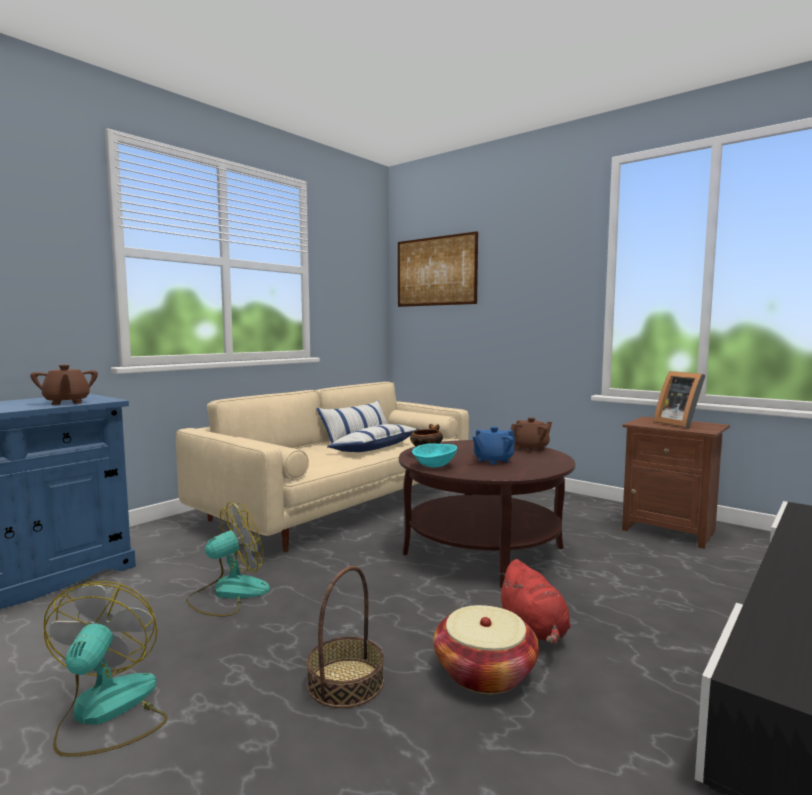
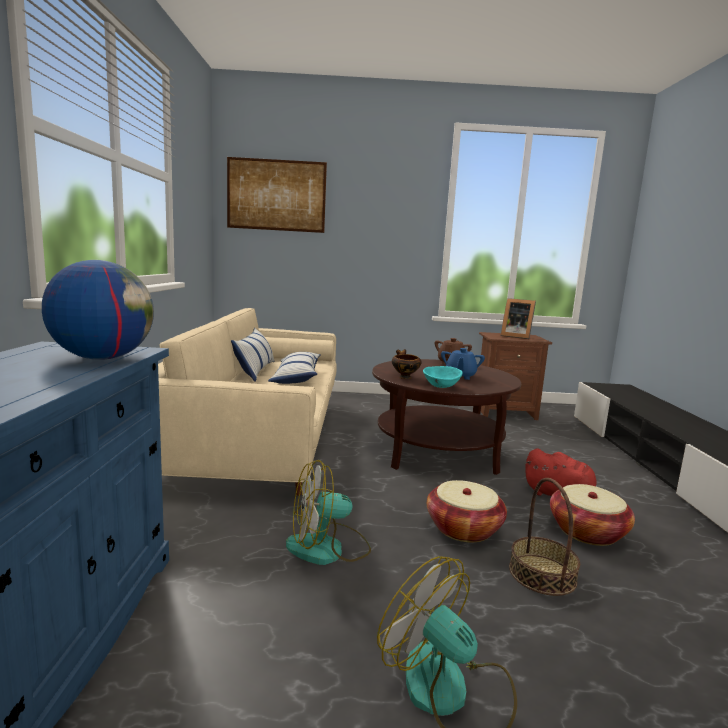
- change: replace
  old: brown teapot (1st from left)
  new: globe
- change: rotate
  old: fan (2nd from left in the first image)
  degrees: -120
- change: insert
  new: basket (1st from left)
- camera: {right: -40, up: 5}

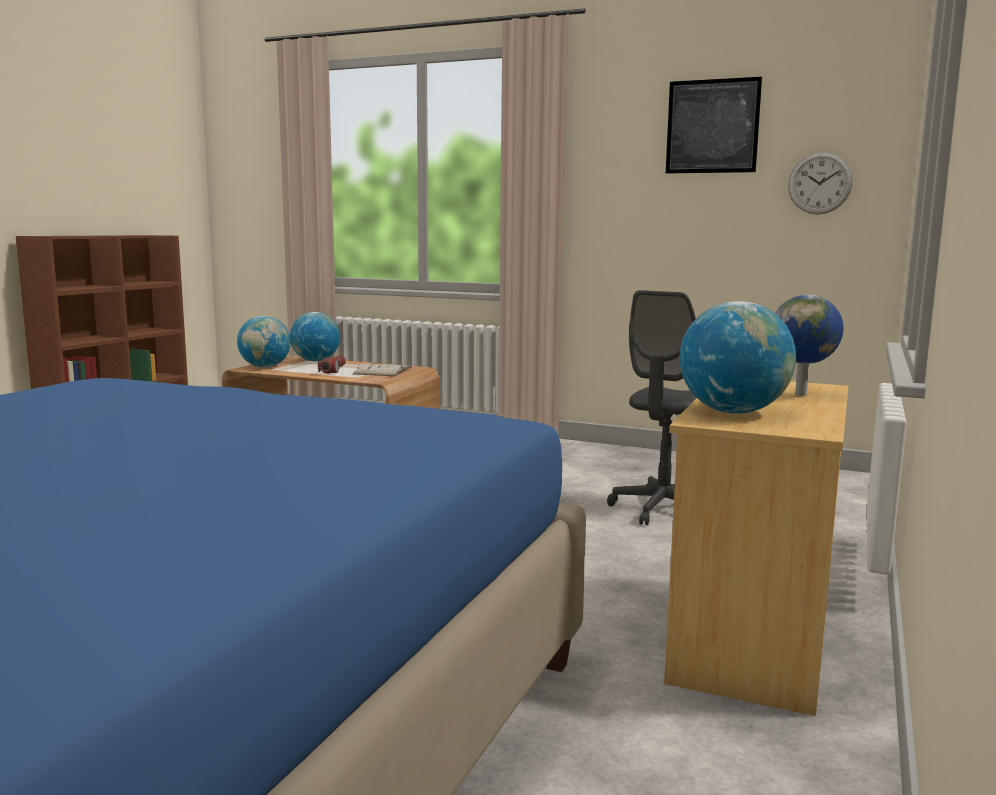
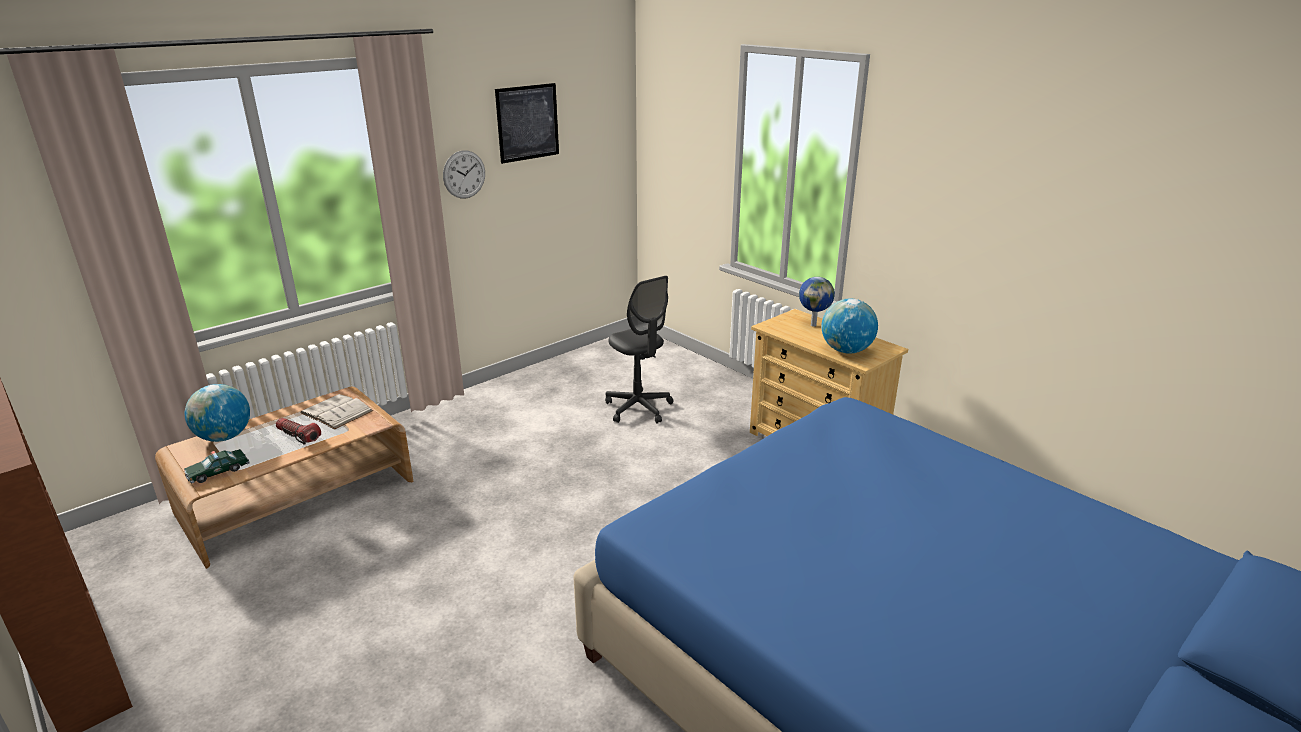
- change: replace
  old: globe (1st from left)
  new: toy car
- change: move
  old: wall clock
- camera: {right: -65, up: 15}

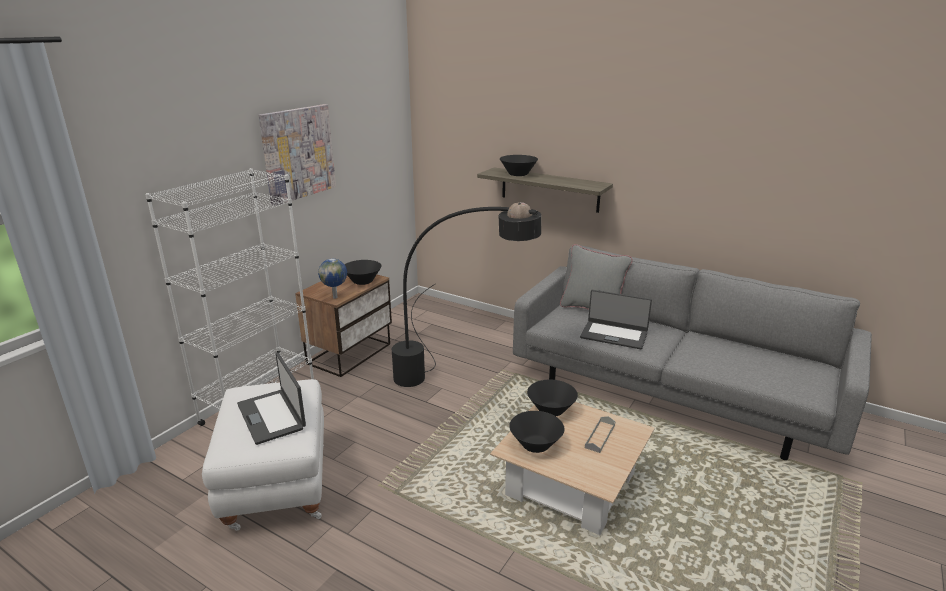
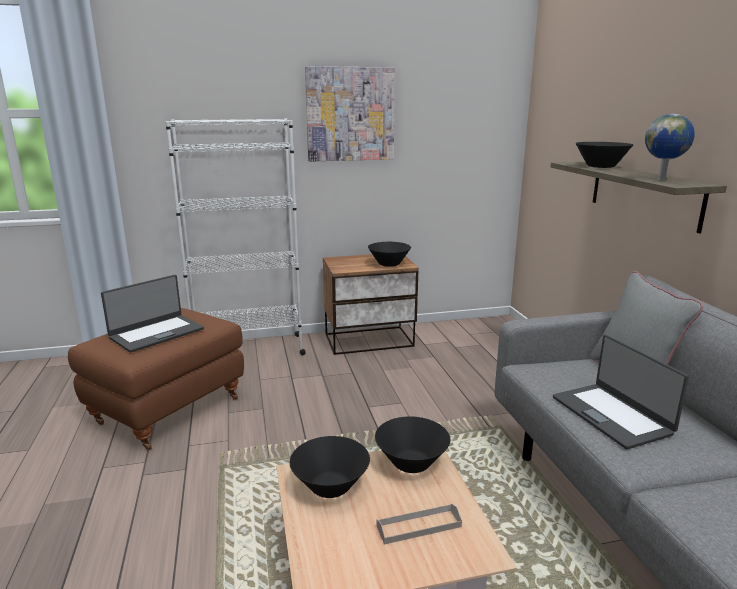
- change: recolor
  old: white ottoman
  new: brown ottoman
- change: rotate
  old: laptop (1st from left)
  degrees: -150
- change: move
  old: globe
- change: delete
  old: black floor lamp
- camera: {right: 45, up: -5}

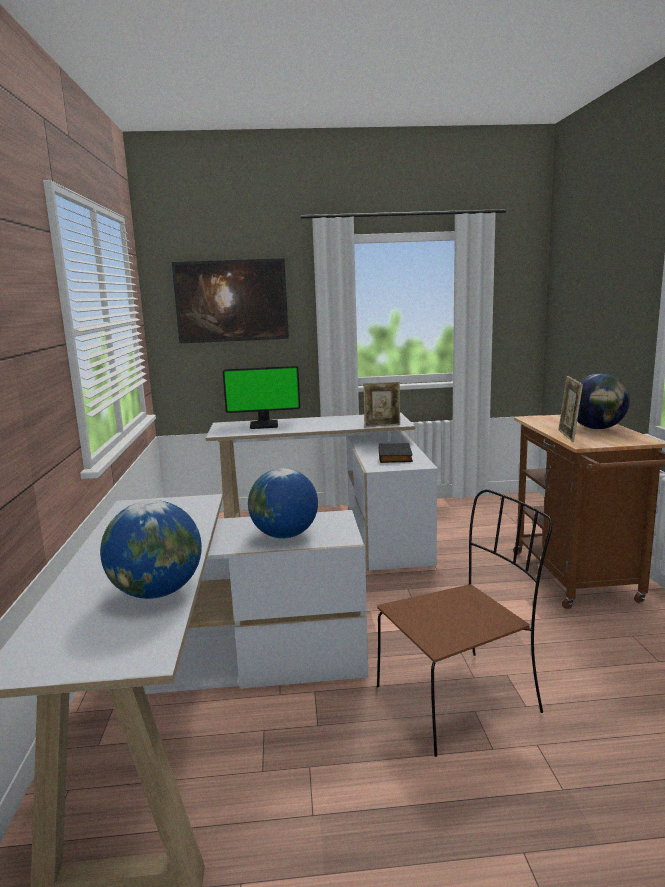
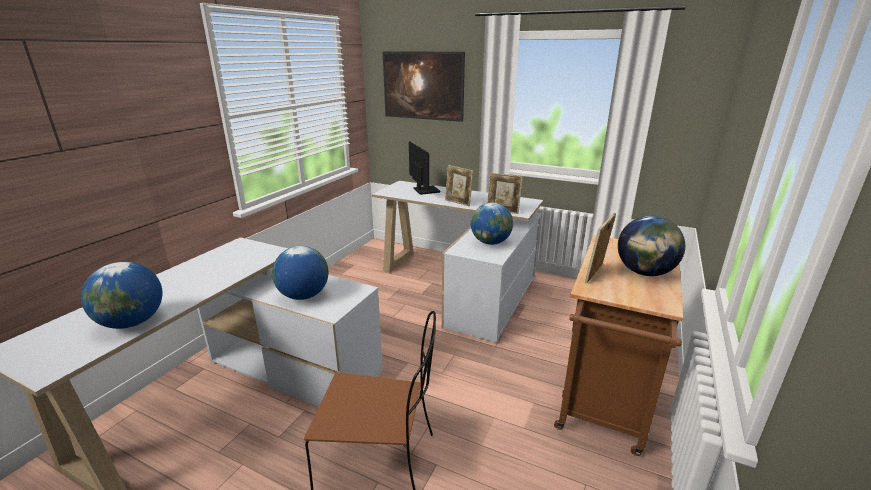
- change: rotate
  old: monitor
  degrees: -135
- change: insert
  new: picture frame (1st from left)
- change: replace
  old: black book
  new: globe (3rd from left)
- camera: {right: 30, up: 10}

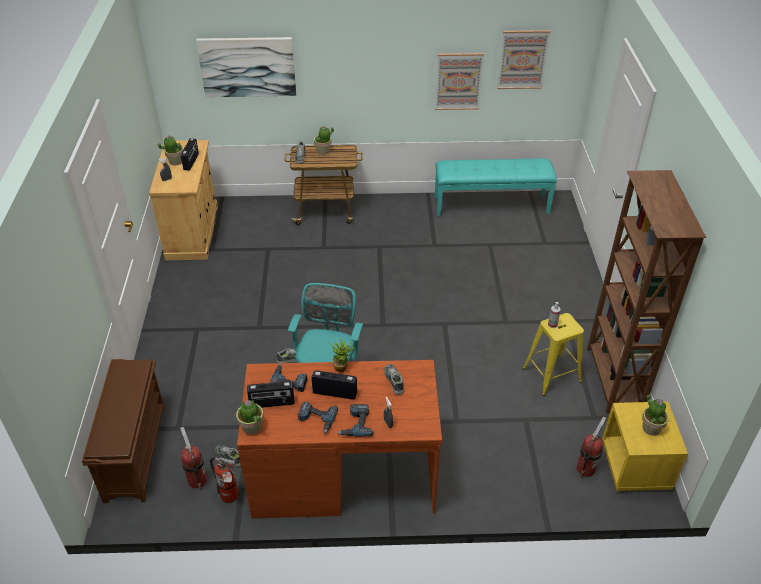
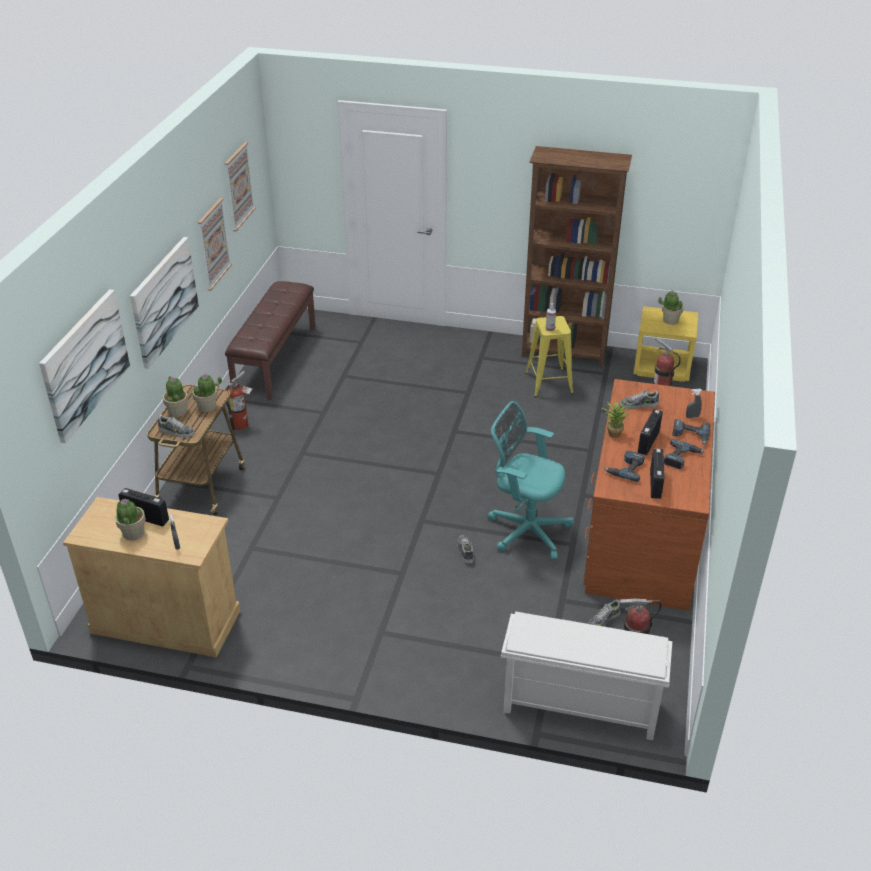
- change: insert
  new: picture (2nd from left)
- change: move
  old: potted plant (2nd from left in the first image)
  new: potted plant (3rd from left)
- change: recolor
  old: turquoise bench
  new: brown bench
- change: move
  old: fire extinguisher (2nd from left in the first image)
  new: fire extinguisher (1st from left)
- change: recolor
  old: brown shoe rack
  new: white shoe rack
- camera: {right: -75, up: -5}

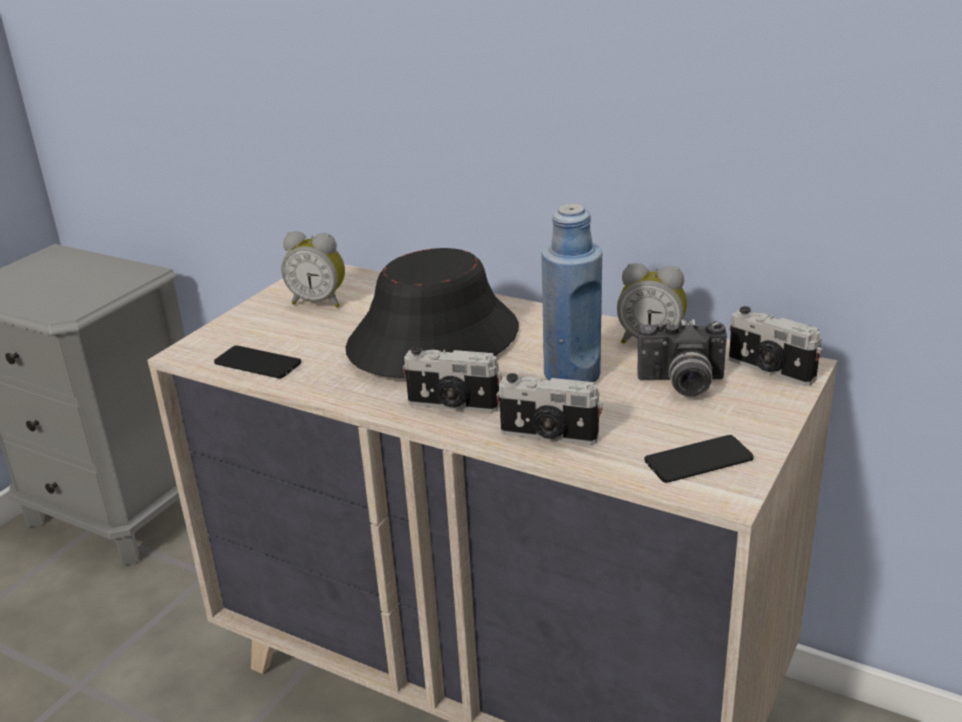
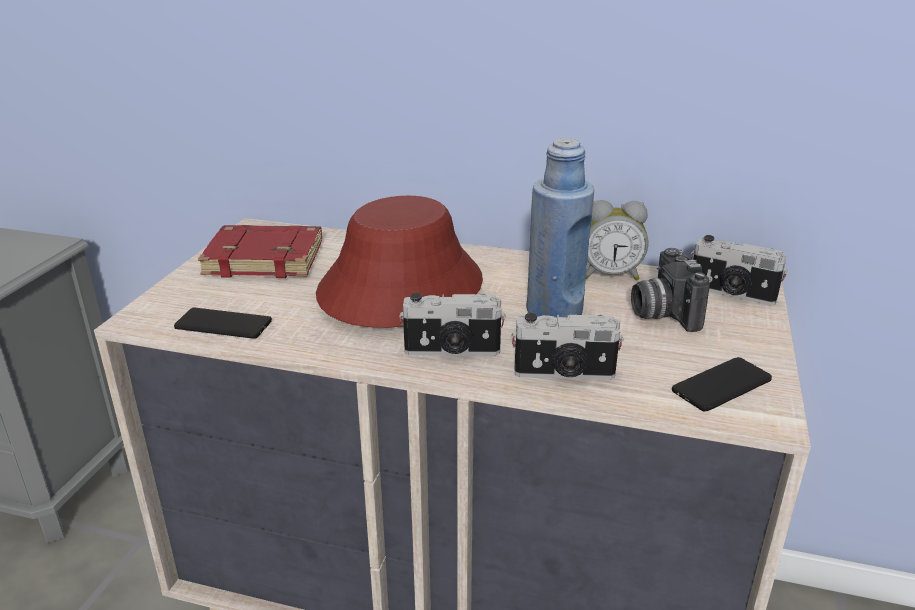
- change: replace
  old: alarm clock (1st from left)
  new: red book
- change: recolor
  old: black hat
  new: red hat
- change: rotate
  old: photo camera (3rd from left)
  degrees: 90
- camera: {right: -15, up: 0}

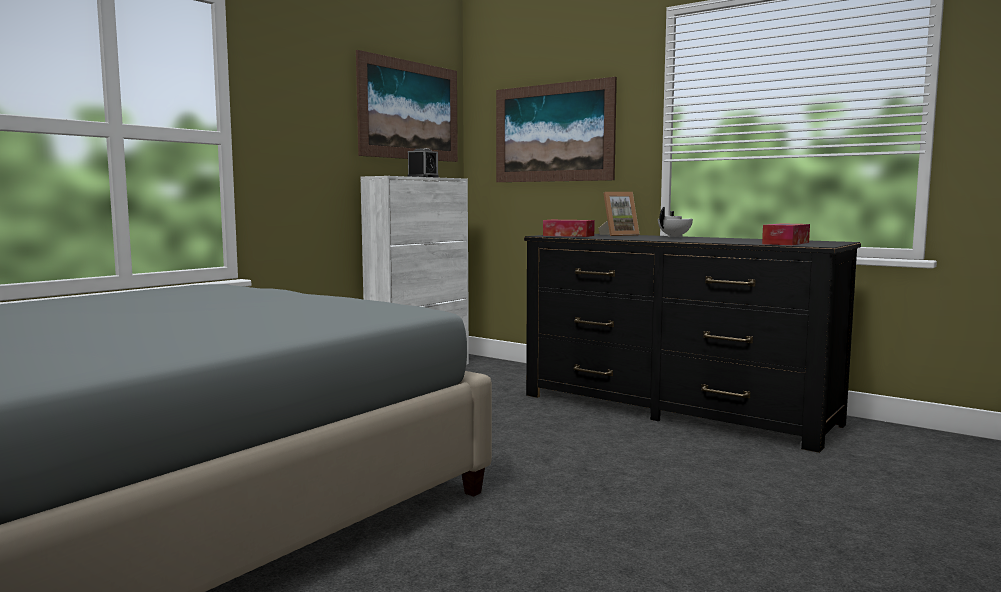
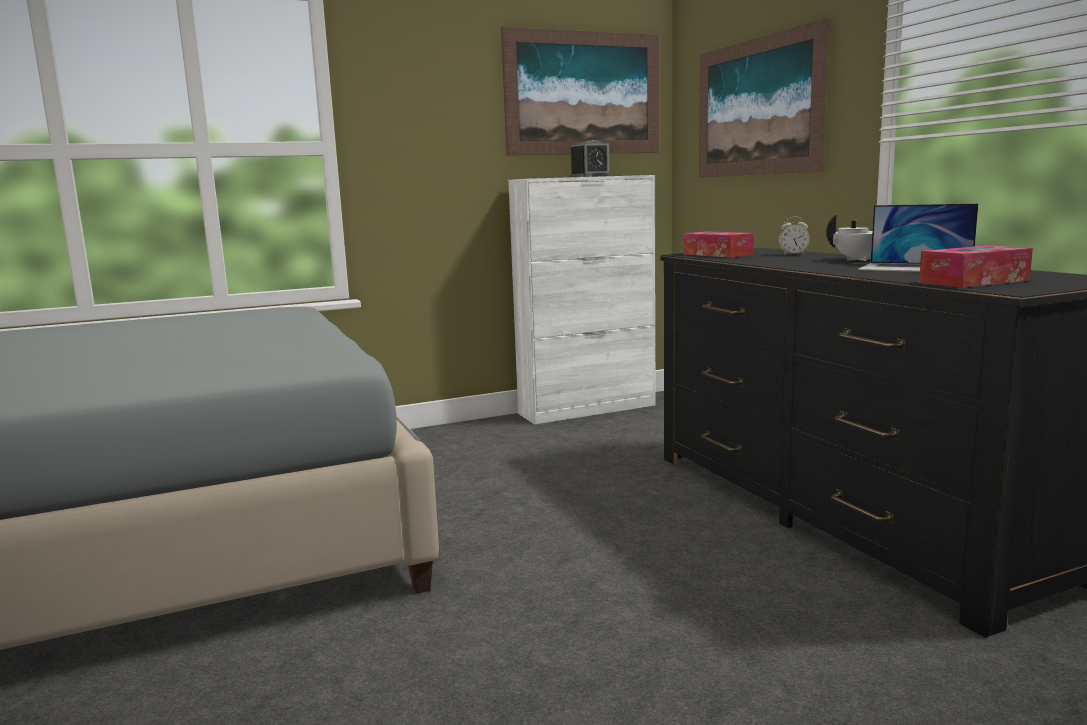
- change: replace
  old: picture frame
  new: alarm clock (2nd from left)
- change: insert
  new: laptop
- camera: {right: 30, up: 5}

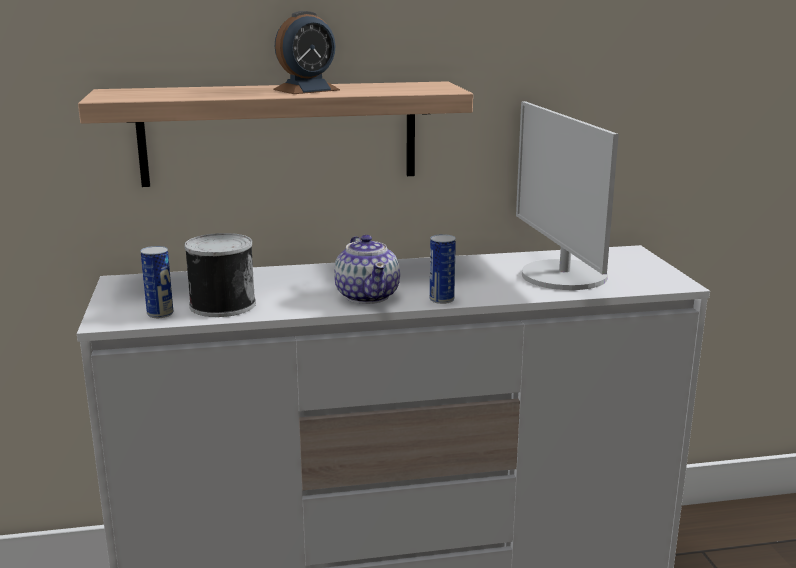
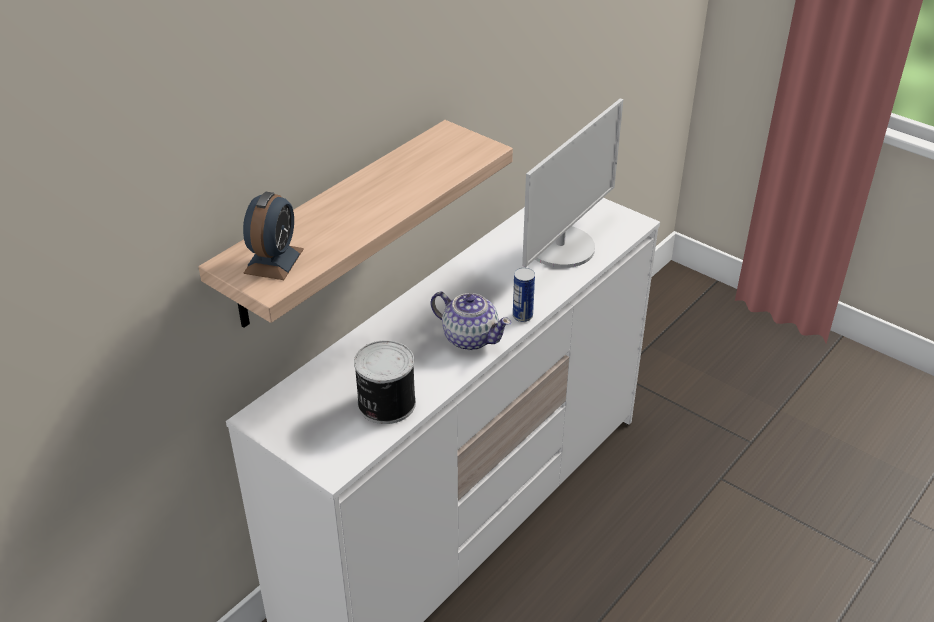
- change: move
  old: alarm clock
- change: rotate
  old: monitor
  degrees: -90
- change: delete
  old: can (1st from left)
- camera: {right: -40, up: 20}

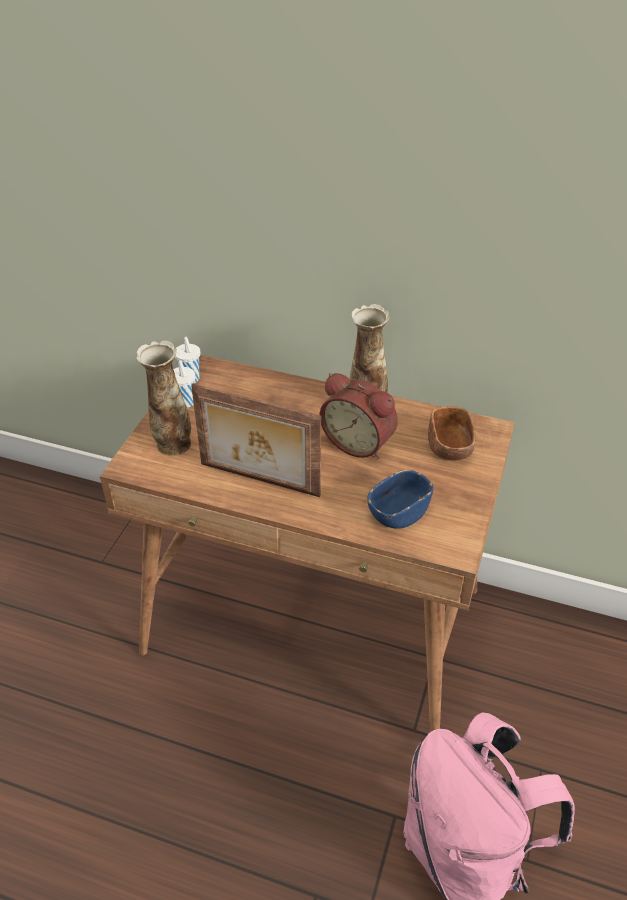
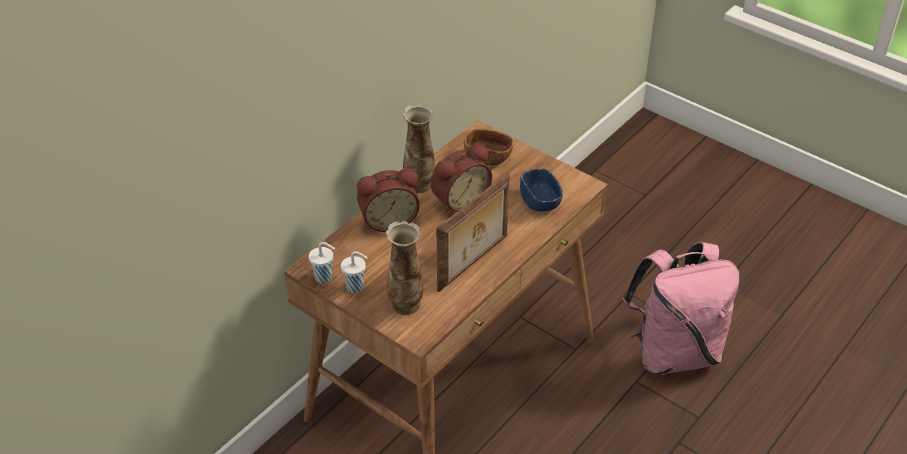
- change: insert
  new: alarm clock (1st from left)
- camera: {right: -70, up: 0}

